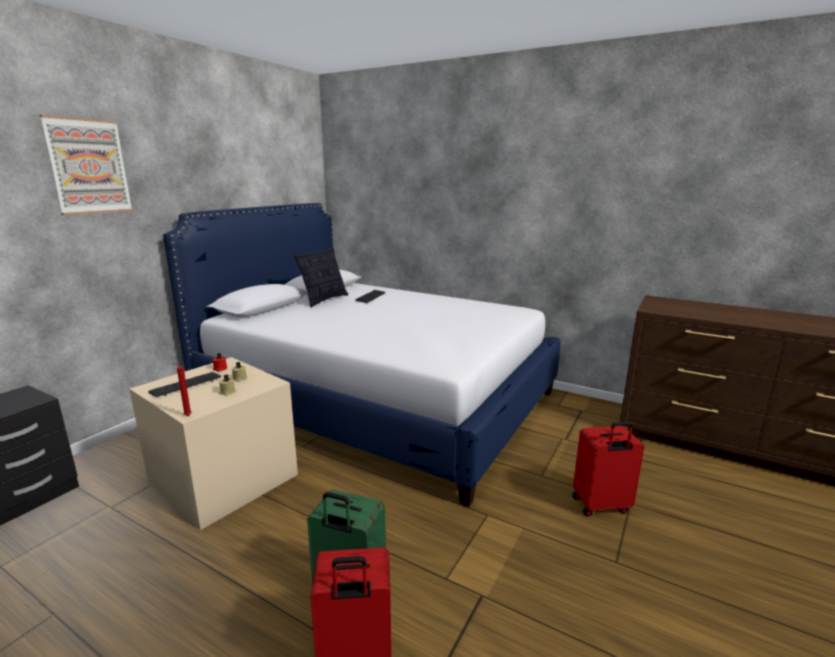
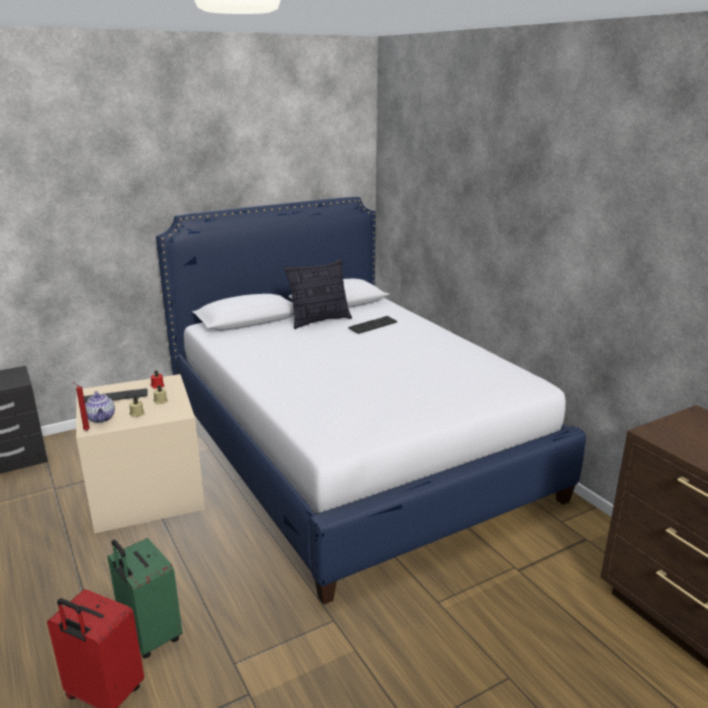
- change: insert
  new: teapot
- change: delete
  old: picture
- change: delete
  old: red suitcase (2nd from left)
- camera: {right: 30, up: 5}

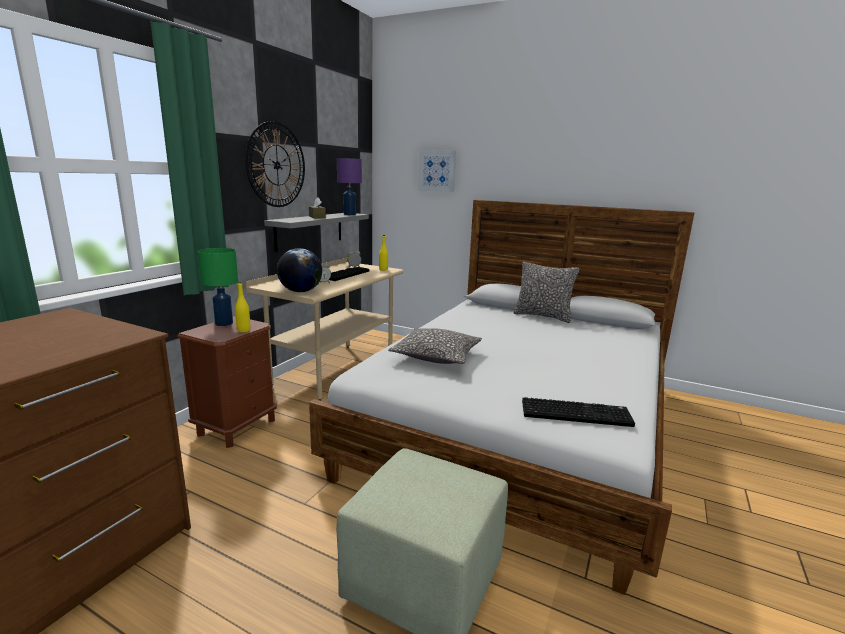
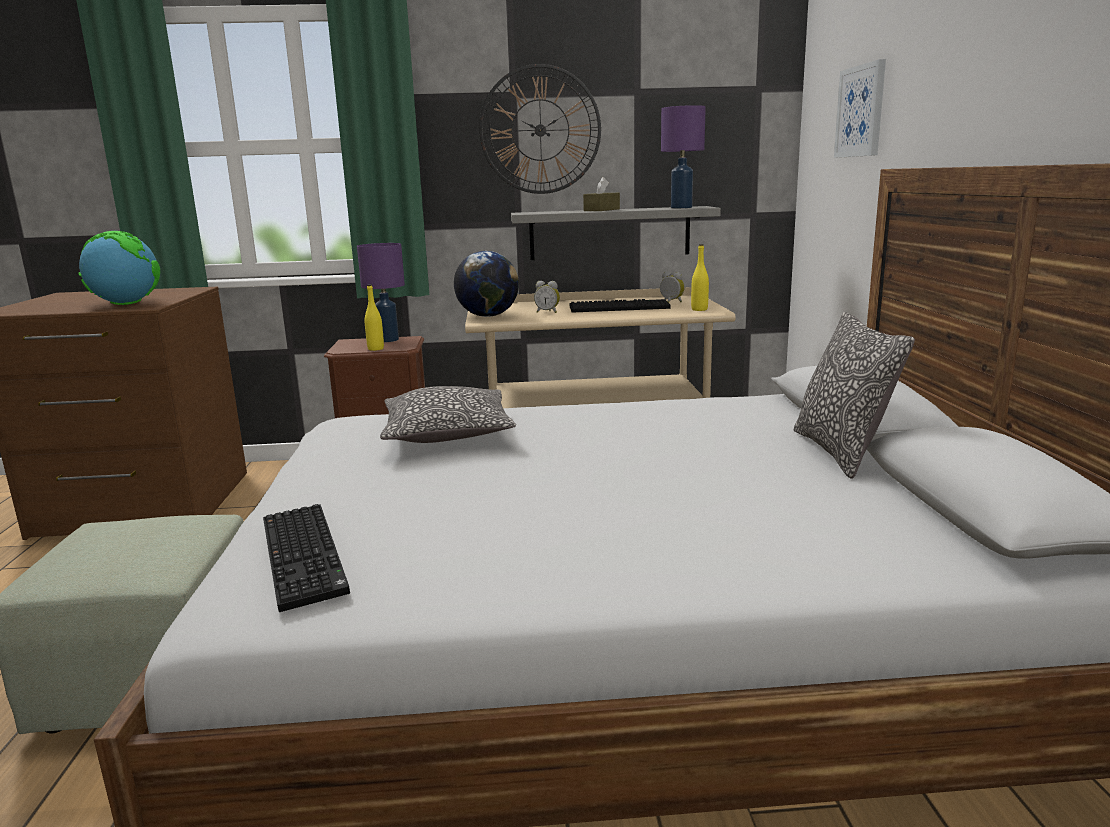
- change: insert
  new: globe (1st from left)
- change: recolor
  old: green table lamp
  new: purple table lamp (1st from left)
- camera: {right: 60, up: 0}

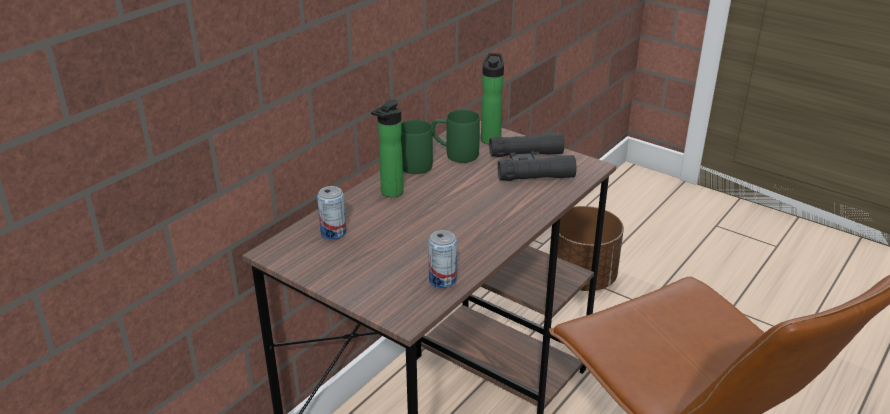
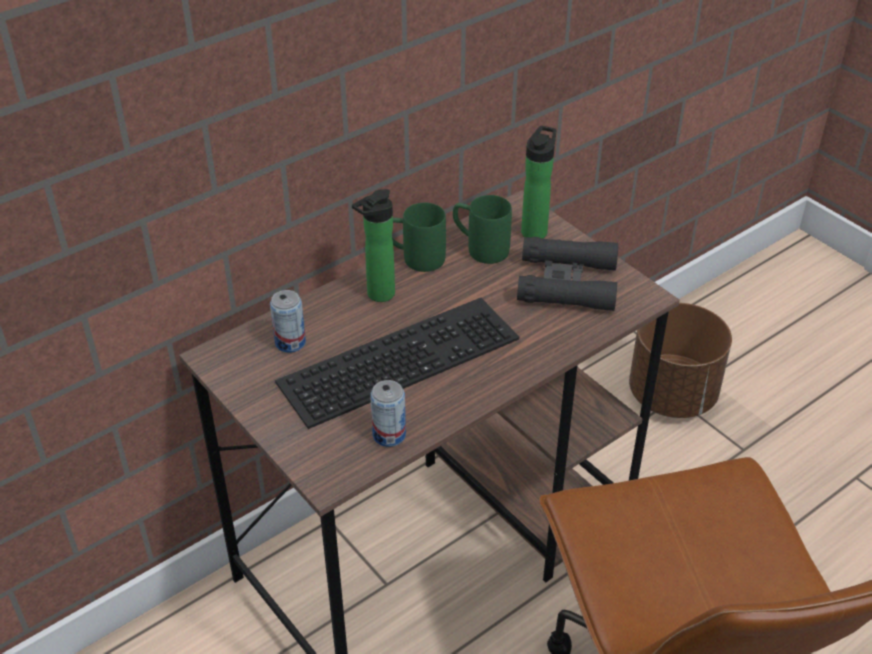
- change: insert
  new: keyboard
- camera: {right: 15, up: 10}

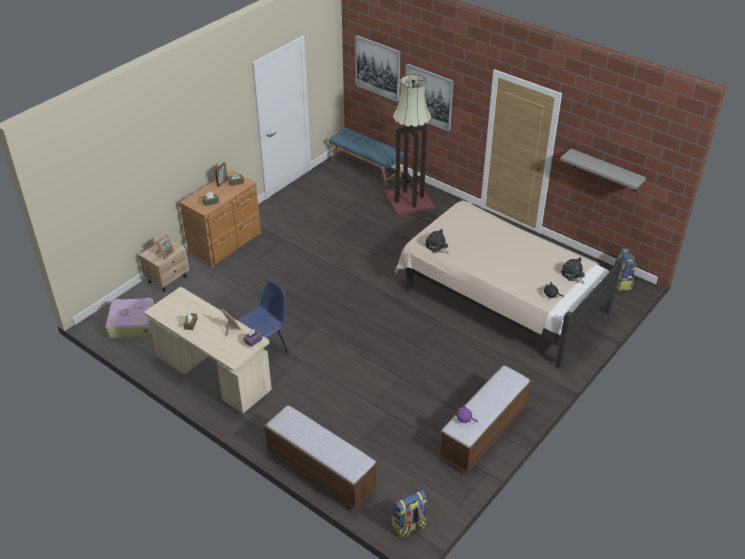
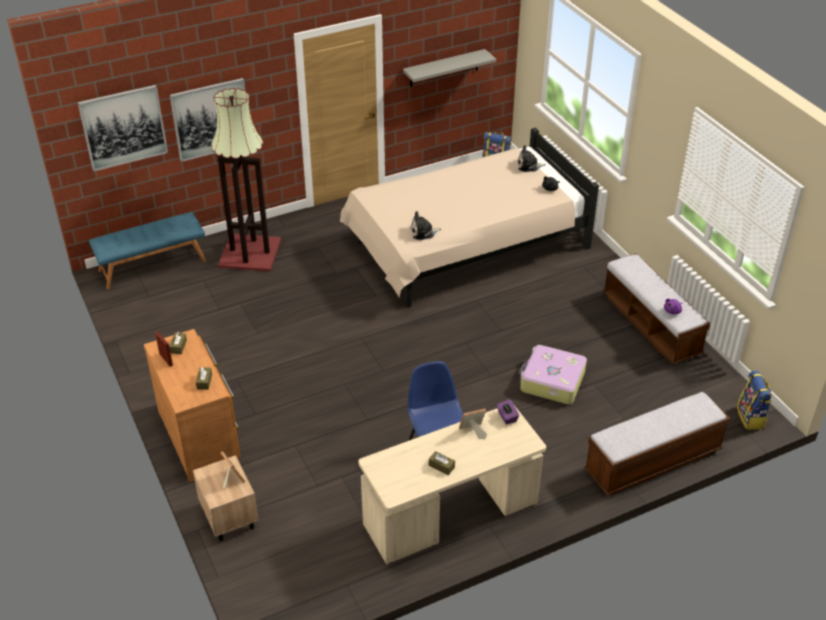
- change: move
  old: suitcase
- camera: {right: -65, up: 0}

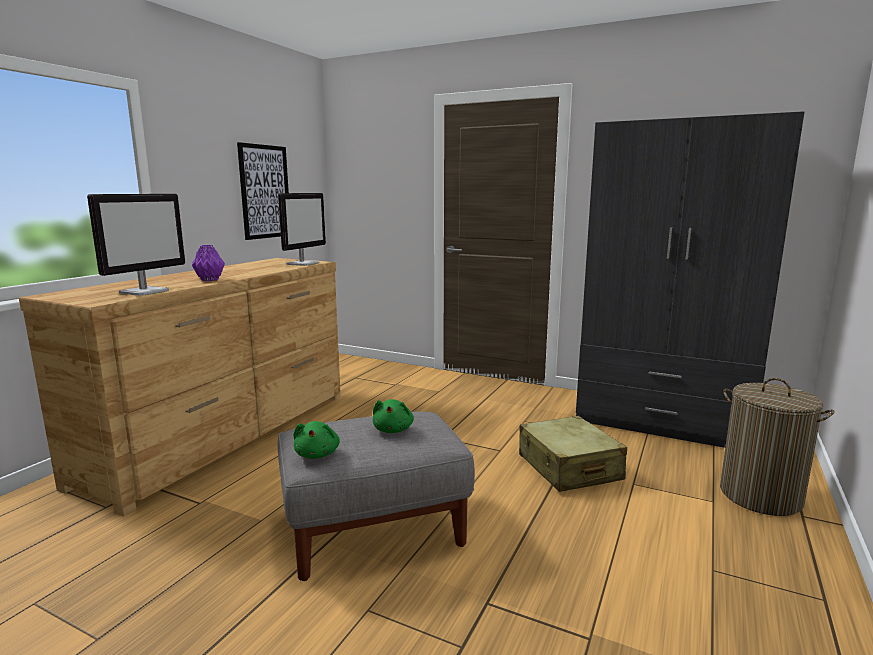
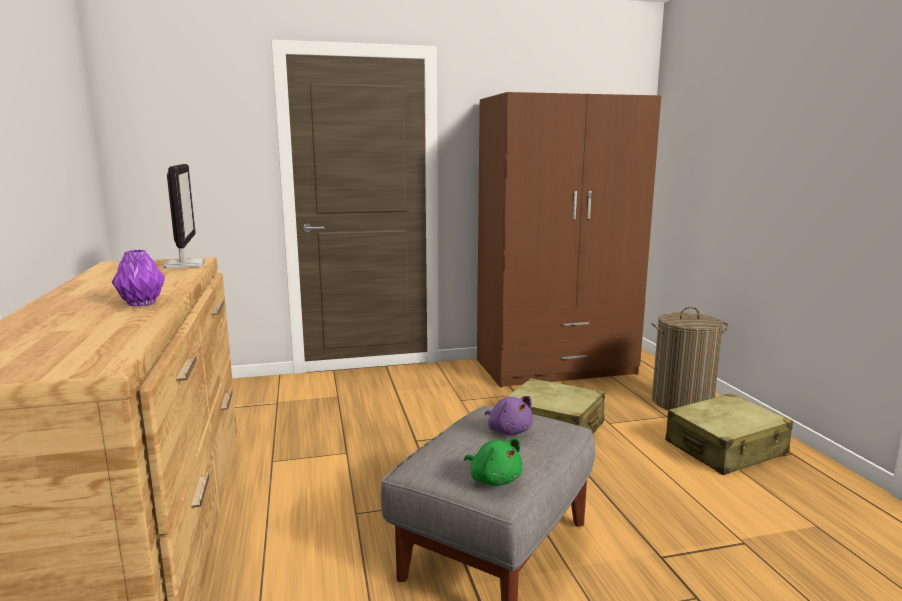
- change: recolor
  old: grey wardrobe
  new: brown wardrobe
- change: recolor
  old: green plush toy (2nd from left)
  new: purple plush toy
- change: insert
  new: beige suitcase (2nd from left)
- change: delete
  old: monitor (1st from left)
- change: delete
  old: picture
- camera: {right: -40, up: 0}

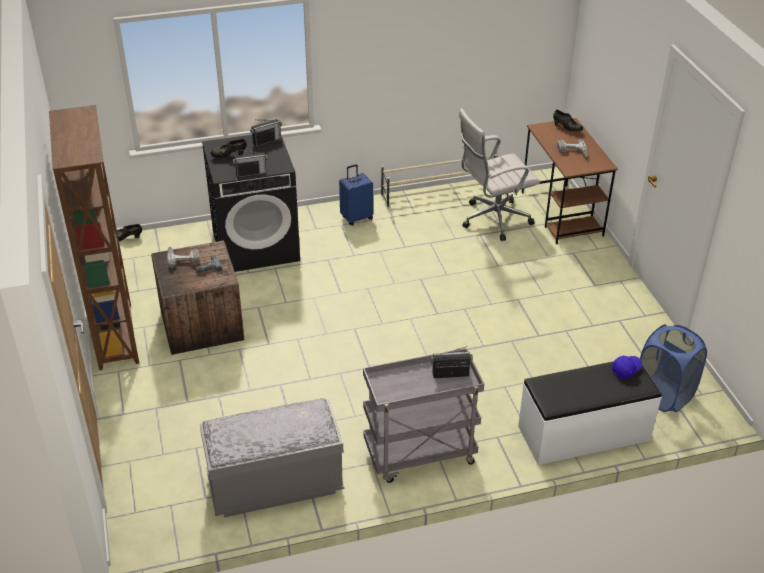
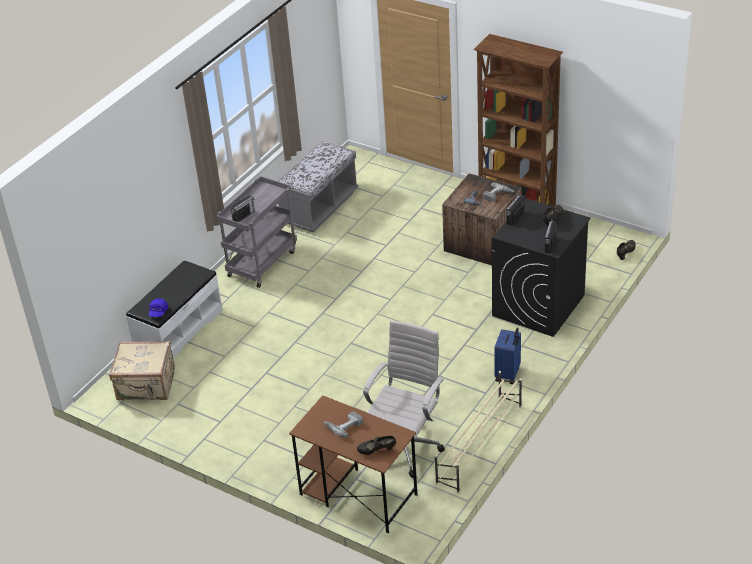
- change: replace
  old: blue laundry basket
  new: beige suitcase
- camera: {right: 140, up: 0}

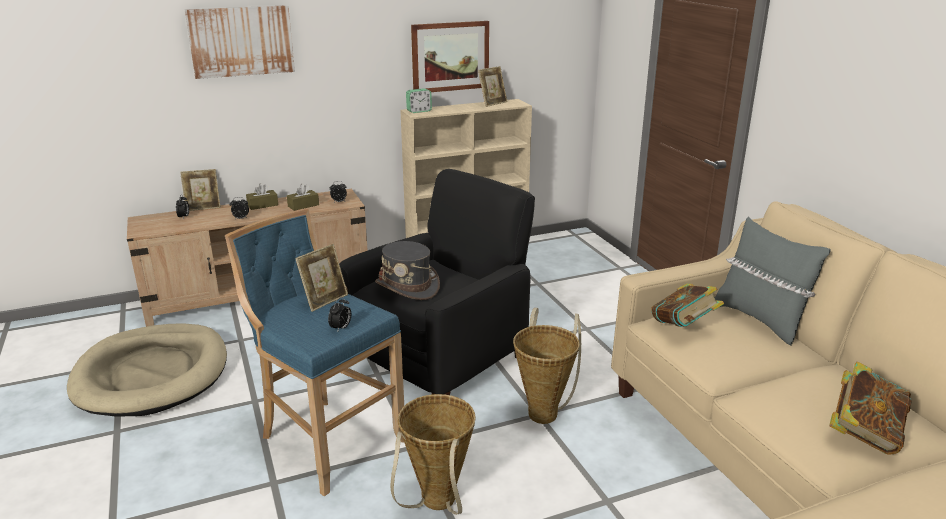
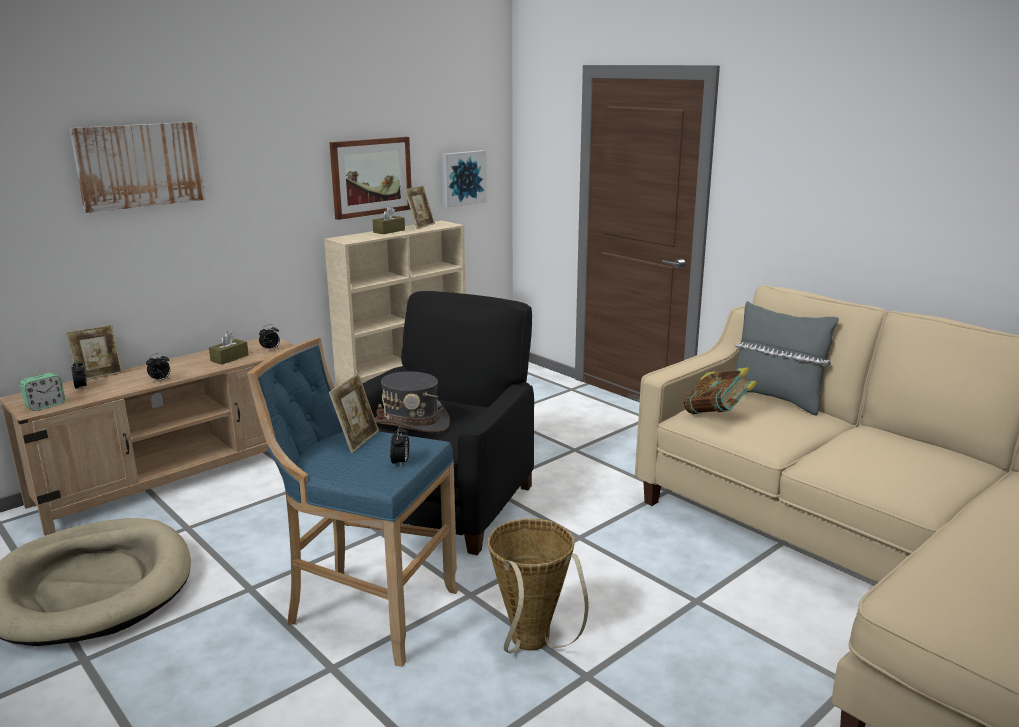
- change: move
  old: alarm clock (5th from left in the first image)
  new: alarm clock (1st from left)
- change: move
  old: brown tissue box (1st from left in the first image)
  new: brown tissue box (2nd from left)
- change: insert
  new: picture (3rd from left)
- change: delete
  old: basket (2nd from left)
- change: delete
  old: book (2nd from left)
- camera: {right: -20, up: -5}

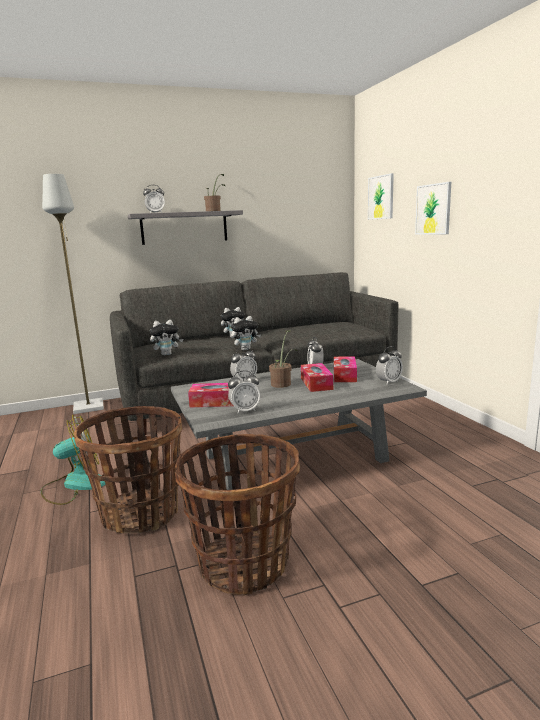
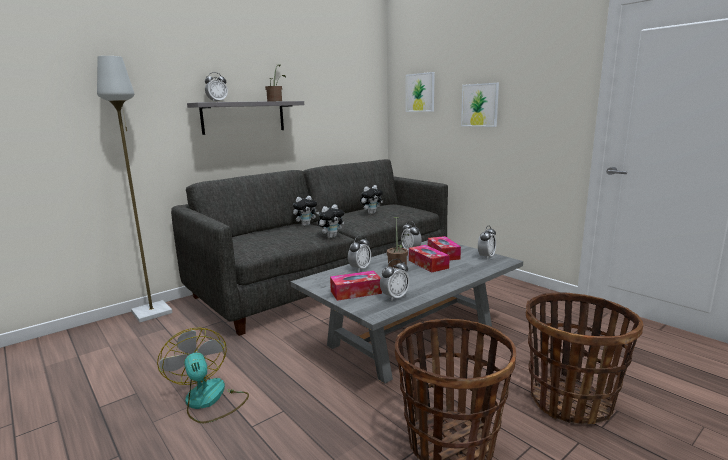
- change: rotate
  old: fan
  degrees: -75
- change: move
  old: plush toy (1st from left in the first image)
  new: plush toy (3rd from left)
- change: move
  old: basket (1st from left in the first image)
  new: basket (2nd from left)
- camera: {right: -20, up: 0}

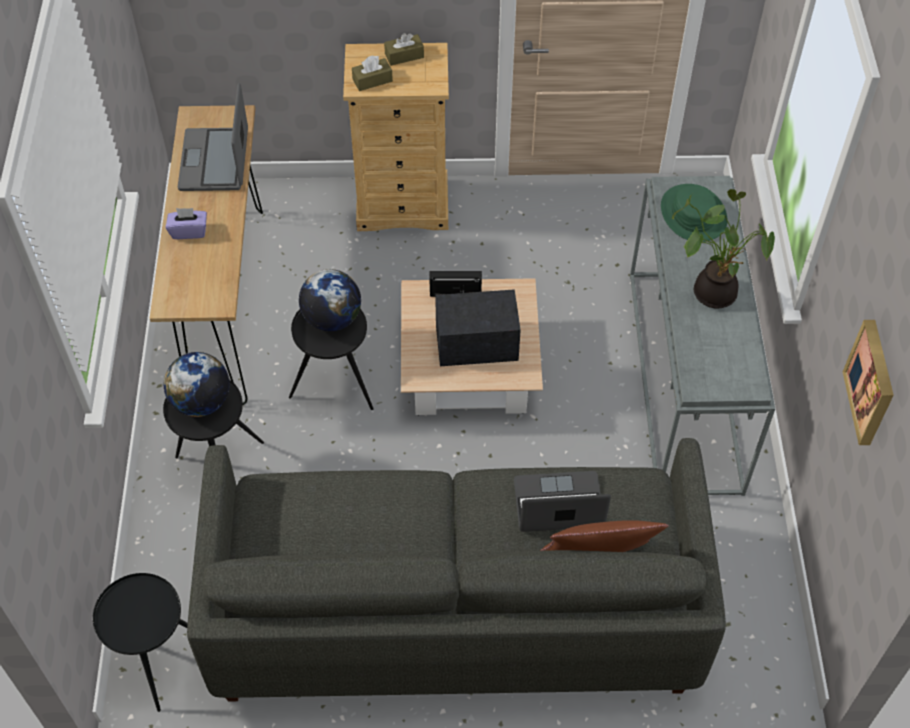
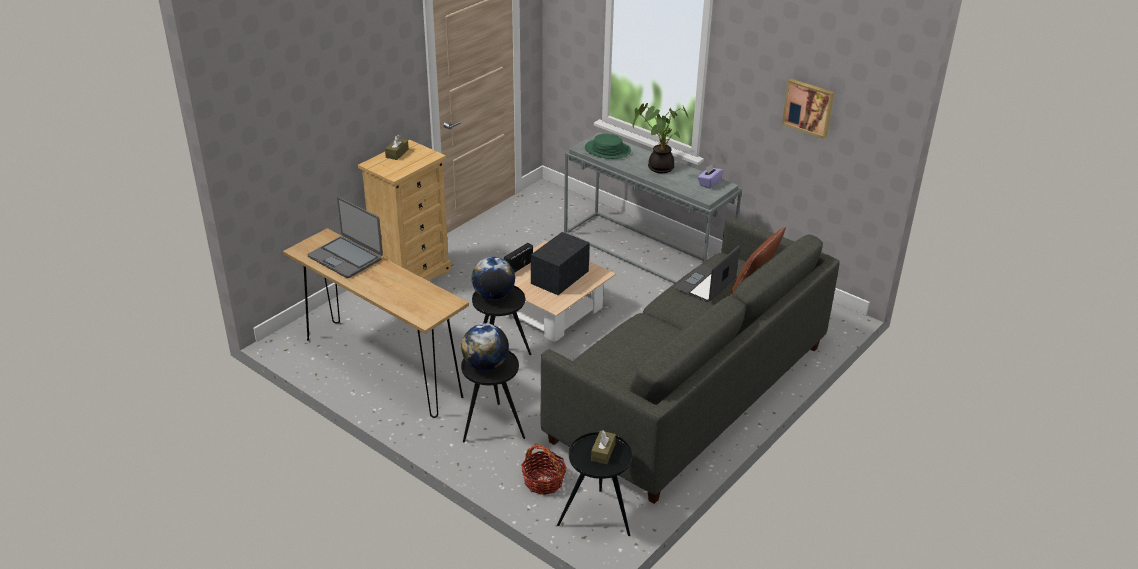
- change: insert
  new: basket
- change: move
  old: brown tissue box (1st from left in the first image)
  new: brown tissue box (2nd from left)
- change: move
  old: purple tissue box
- camera: {right: -50, up: -20}

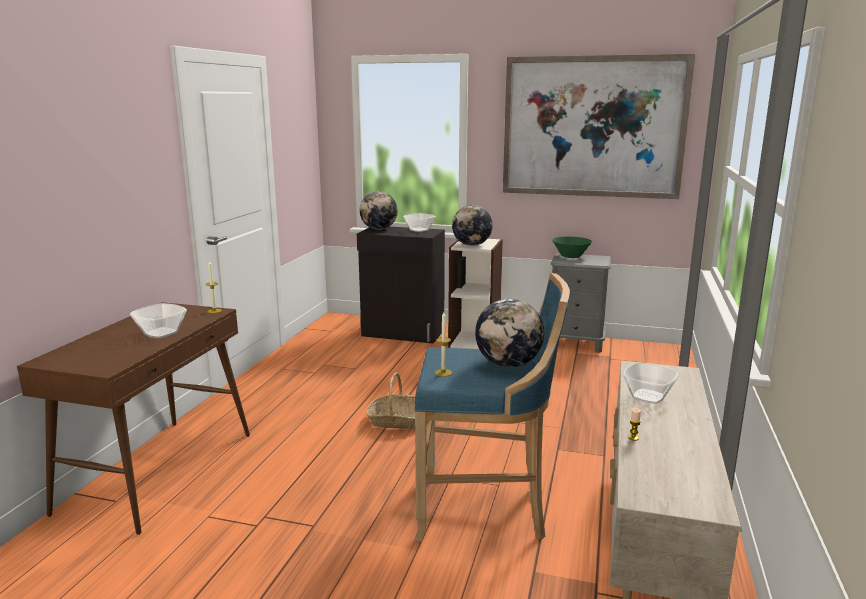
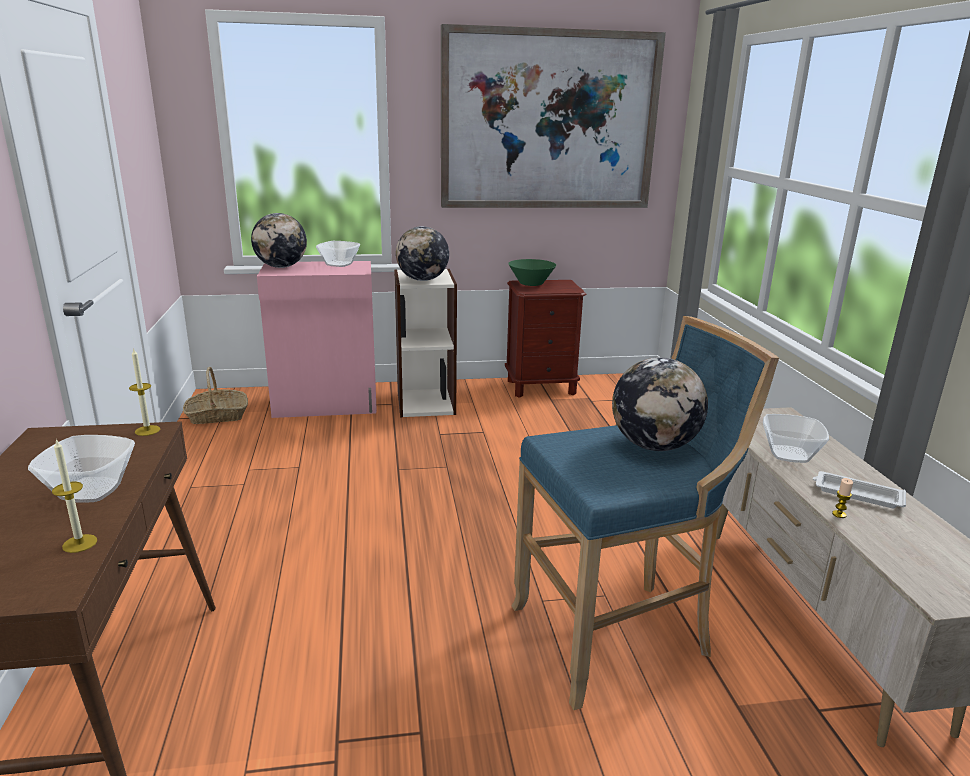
- change: move
  old: candle (2nd from left in the first image)
  new: candle (1st from left)
- change: move
  old: basket
- change: recolor
  old: black cabinet
  new: pink cabinet
- change: recolor
  old: grey nightstand
  new: brown nightstand
- change: insert
  new: white tray
- camera: {right: -25, up: 5}

